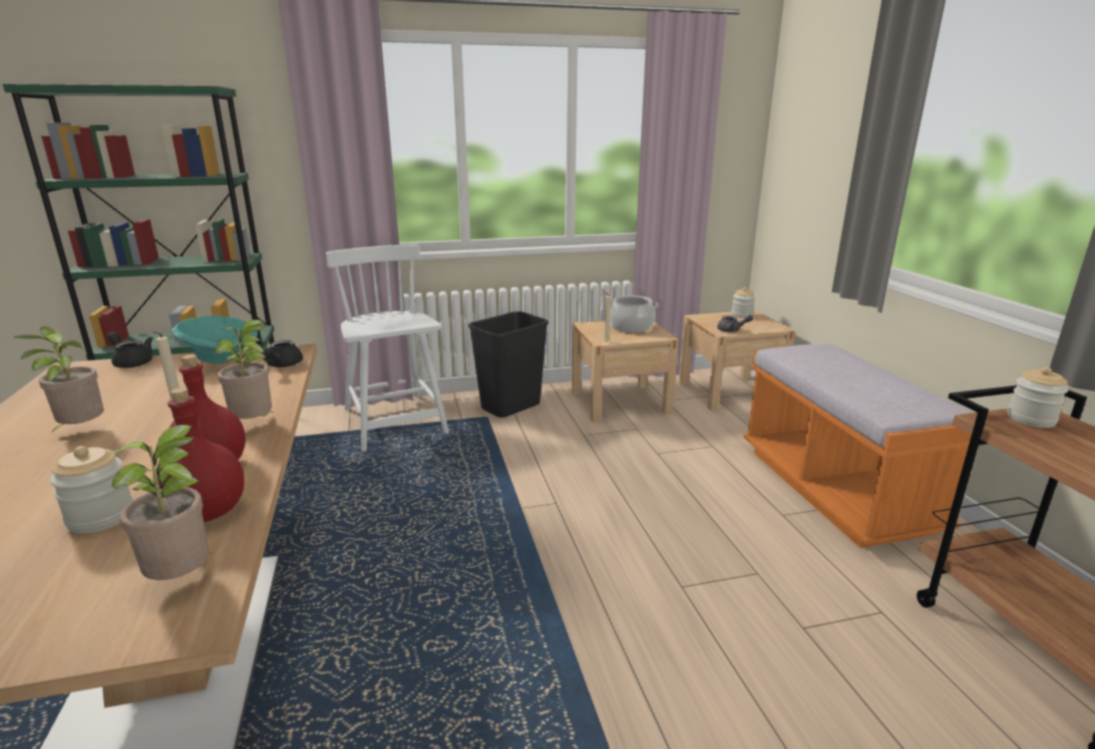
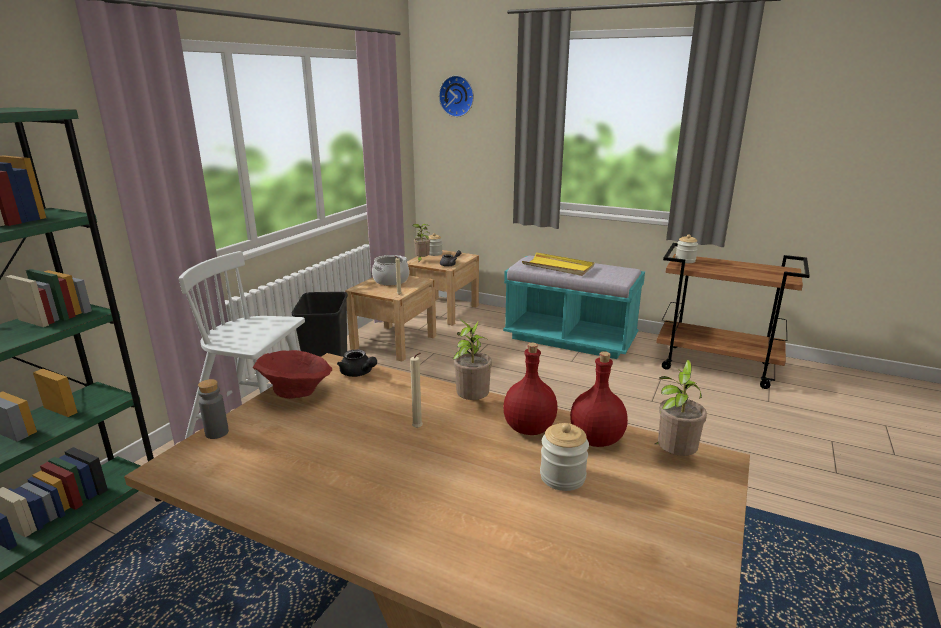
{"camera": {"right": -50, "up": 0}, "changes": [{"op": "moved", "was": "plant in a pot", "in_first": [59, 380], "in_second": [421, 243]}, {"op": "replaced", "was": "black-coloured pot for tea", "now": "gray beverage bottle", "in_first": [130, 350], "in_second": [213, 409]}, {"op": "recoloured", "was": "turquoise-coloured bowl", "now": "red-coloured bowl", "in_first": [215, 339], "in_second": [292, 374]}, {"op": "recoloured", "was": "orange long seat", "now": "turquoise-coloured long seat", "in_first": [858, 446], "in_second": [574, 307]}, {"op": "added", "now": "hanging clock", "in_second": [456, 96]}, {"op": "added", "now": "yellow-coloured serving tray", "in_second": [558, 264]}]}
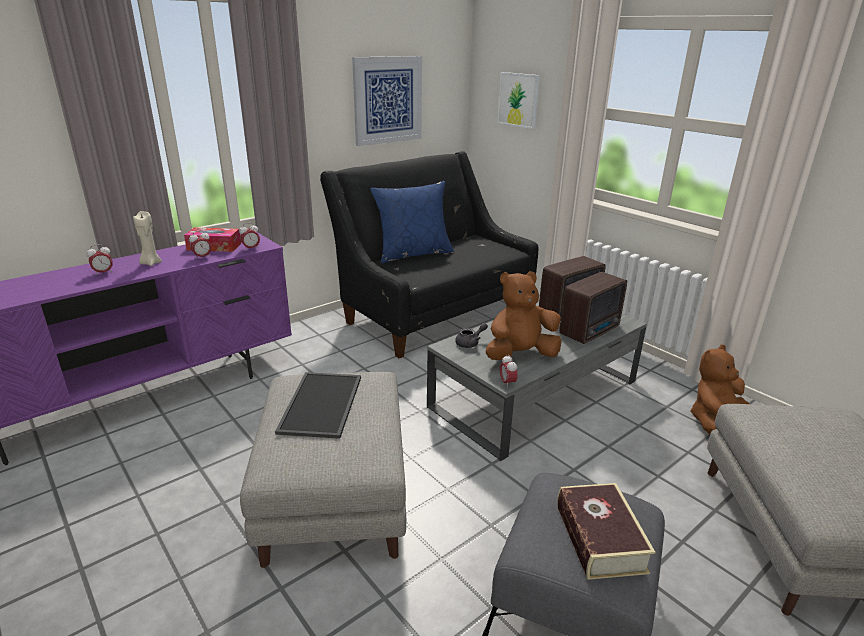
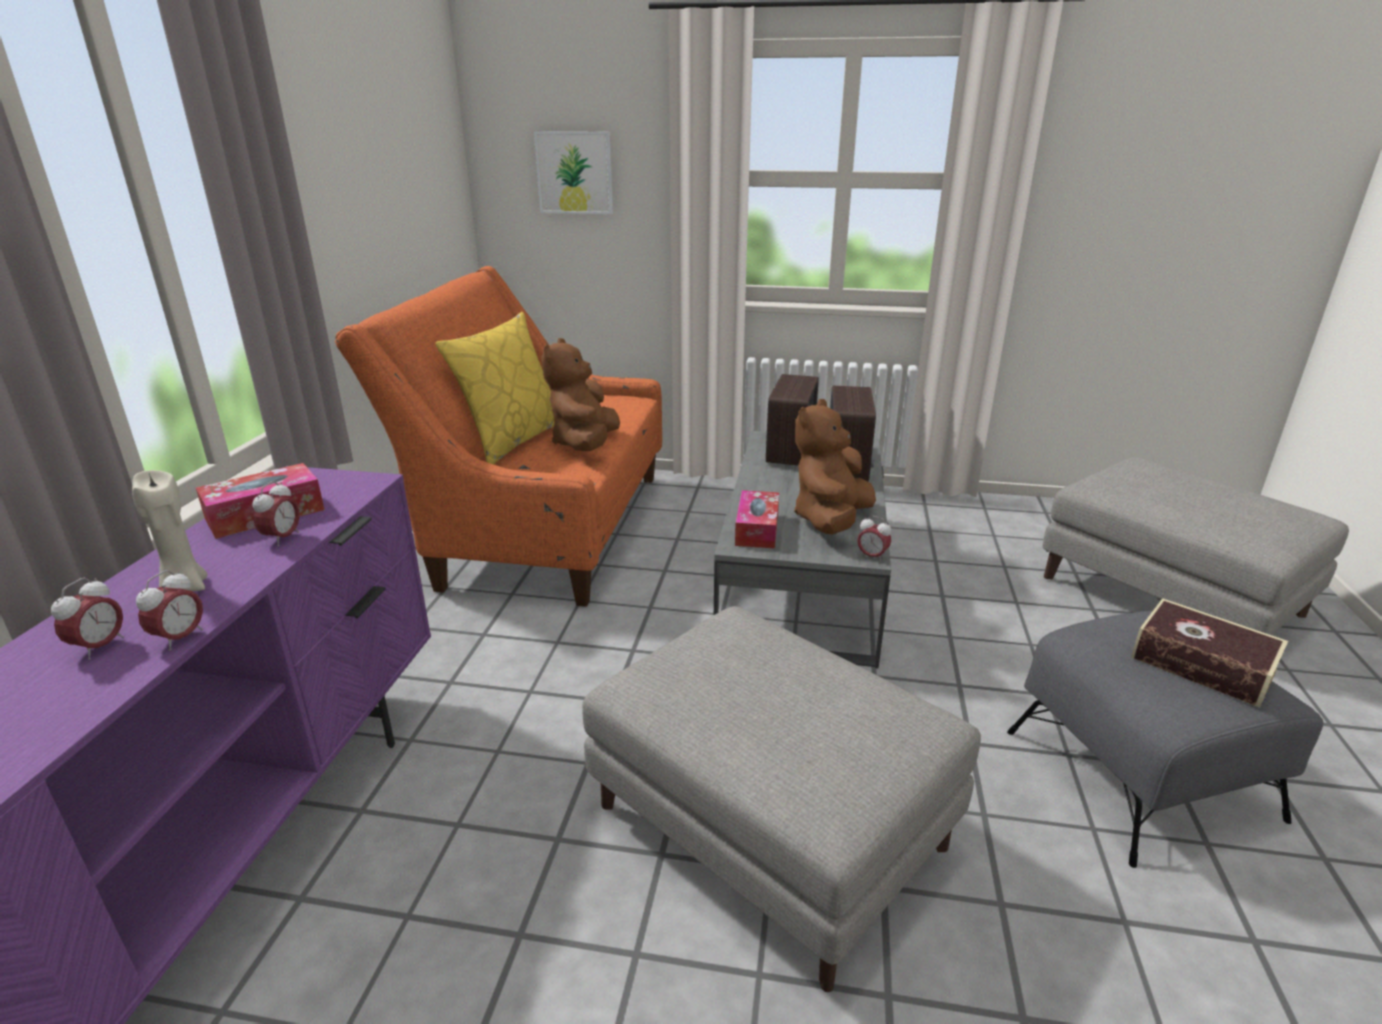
{"camera": {"right": -40, "up": 0}, "changes": [{"op": "moved", "was": "table clock", "in_first": [249, 237], "in_second": [169, 610]}, {"op": "removed", "was": "serving tray", "in_first": [318, 405]}, {"op": "recoloured", "was": "black-coloured couch", "now": "orange couch", "in_first": [429, 254], "in_second": [498, 436]}, {"op": "removed", "was": "wall picture", "in_first": [387, 101]}, {"op": "recoloured", "was": "blue-coloured throw pillow", "now": "yellow-coloured throw pillow", "in_first": [412, 222], "in_second": [495, 388]}, {"op": "replaced", "was": "gray pot for tea", "now": "tissue holder", "in_first": [471, 335], "in_second": [757, 519]}, {"op": "moved", "was": "brownish plush toy", "in_first": [720, 389], "in_second": [580, 394]}]}
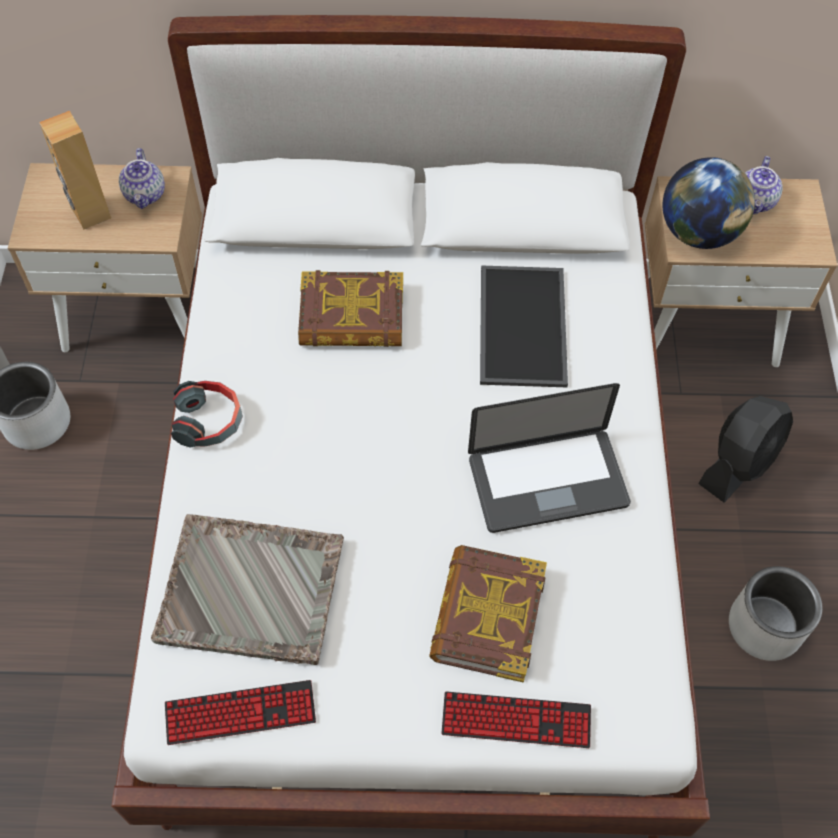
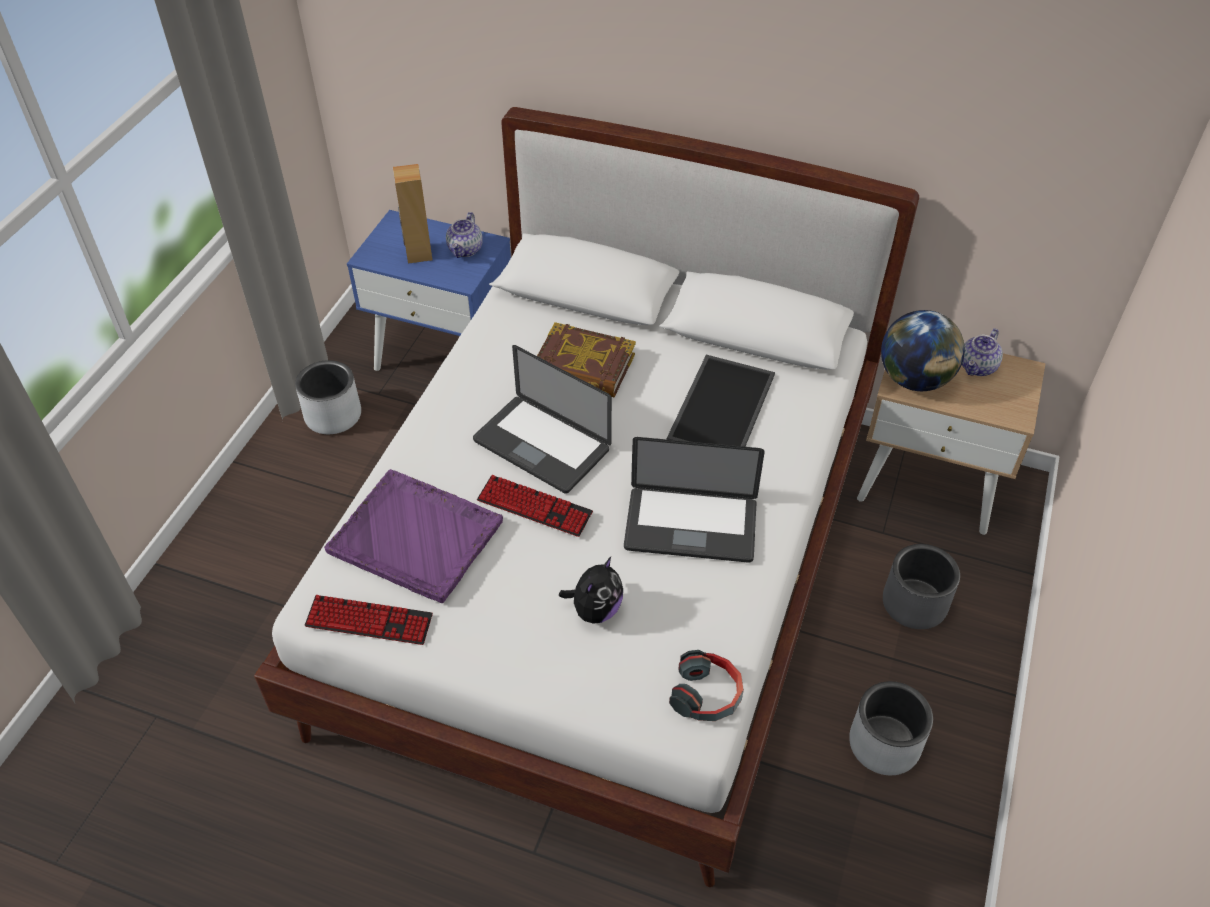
{"camera": {"right": 20, "up": -10}, "changes": [{"op": "recoloured", "was": "beige bedside table", "now": "blue-coloured bedside table", "in_first": [105, 257], "in_second": [429, 290]}, {"op": "recoloured", "was": "gray serving tray", "now": "purple serving tray", "in_first": [247, 589], "in_second": [413, 536]}, {"op": "moved", "was": "pair of headphones", "in_first": [207, 414], "in_second": [706, 685]}, {"op": "replaced", "was": "bound book", "now": "plush toy", "in_first": [488, 614], "in_second": [591, 590]}, {"op": "moved", "was": "computer keyboard", "in_first": [516, 719], "in_second": [535, 506]}, {"op": "replaced", "was": "black-coloured fan", "now": "gray plant pot", "in_first": [745, 449], "in_second": [921, 586]}, {"op": "added", "now": "notebook computer", "in_second": [542, 419]}]}
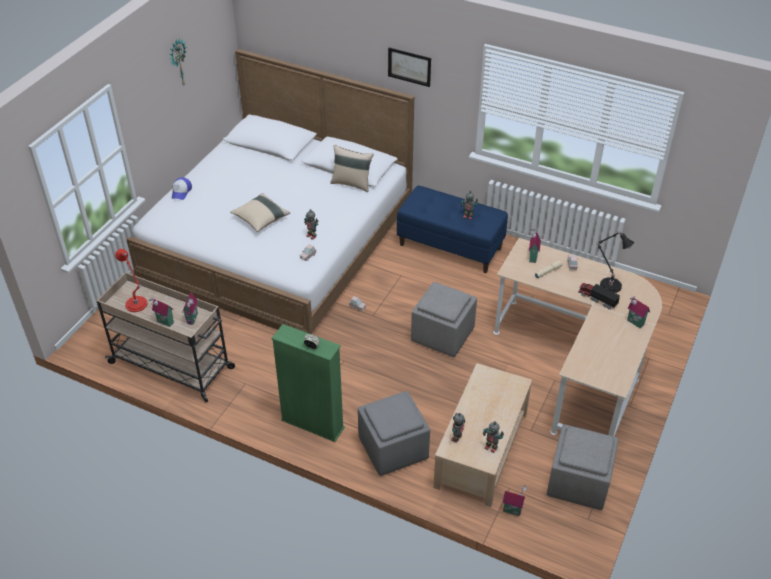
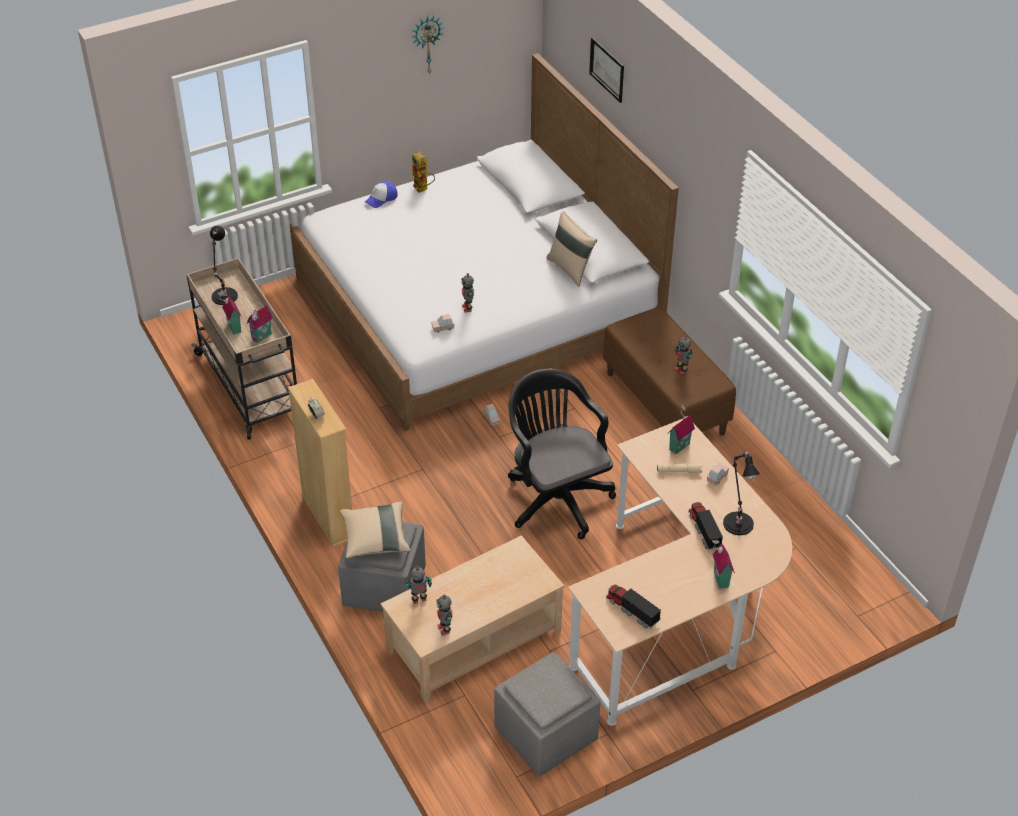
{"camera": {"right": 35, "up": 0}, "changes": [{"op": "recoloured", "was": "red-coloured table lamp", "now": "black-coloured table lamp", "in_first": [131, 280], "in_second": [224, 265]}, {"op": "moved", "was": "beige throw pillow", "in_first": [260, 212], "in_second": [375, 530]}, {"op": "recoloured", "was": "greenish bookcase", "now": "beige bookcase", "in_first": [308, 383], "in_second": [320, 463]}, {"op": "moved", "was": "wall picture", "in_first": [409, 67], "in_second": [606, 70]}, {"op": "recoloured", "was": "blue-coloured long seat", "now": "brownish long seat", "in_first": [452, 229], "in_second": [669, 371]}, {"op": "replaced", "was": "gray ottoman", "now": "black-coloured office chair", "in_first": [444, 319], "in_second": [562, 454]}, {"op": "removed", "was": "miniature house", "in_first": [515, 500]}, {"op": "added", "now": "model robot", "in_second": [423, 172]}, {"op": "added", "now": "toy truck", "in_second": [633, 606]}]}
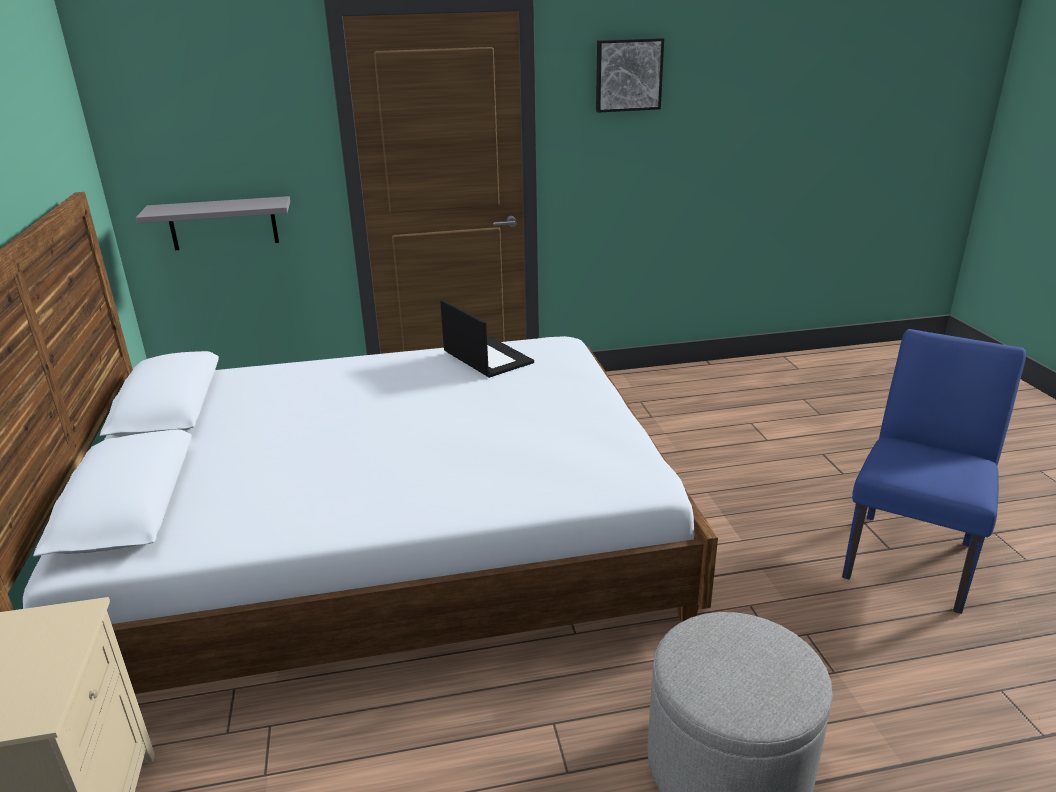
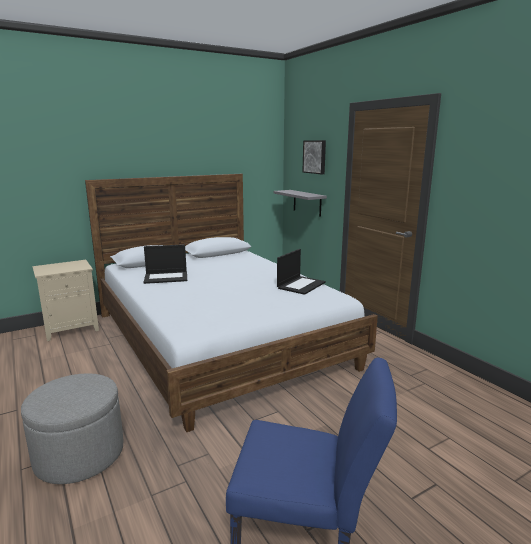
{"camera": {"right": 70, "up": -10}, "changes": [{"op": "moved", "was": "wall picture", "in_first": [630, 75], "in_second": [314, 157]}, {"op": "added", "now": "notebook computer", "in_second": [165, 264]}]}
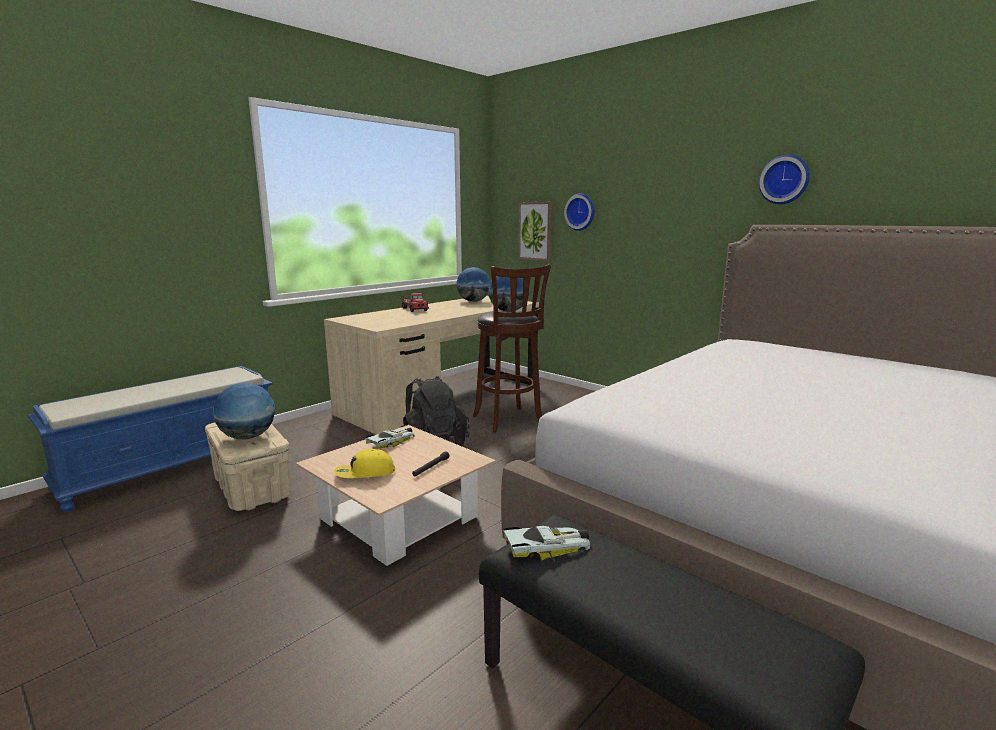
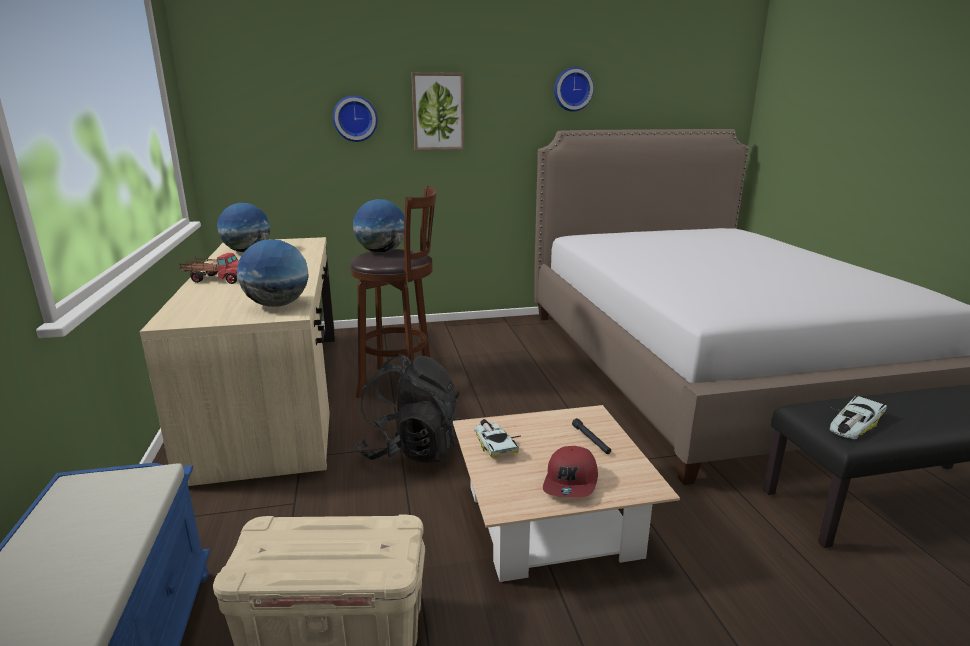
{"camera": {"right": -55, "up": 5}, "changes": [{"op": "moved", "was": "globe", "in_first": [244, 411], "in_second": [273, 273]}, {"op": "recoloured", "was": "yellow-coloured peaked cap", "now": "red-coloured peaked cap", "in_first": [364, 463], "in_second": [570, 472]}, {"op": "turned", "was": "miniature car", "in_first": [546, 544], "in_second": [857, 417], "clockwise": -150}, {"op": "moved", "was": "wall picture", "in_first": [535, 231], "in_second": [437, 111]}]}
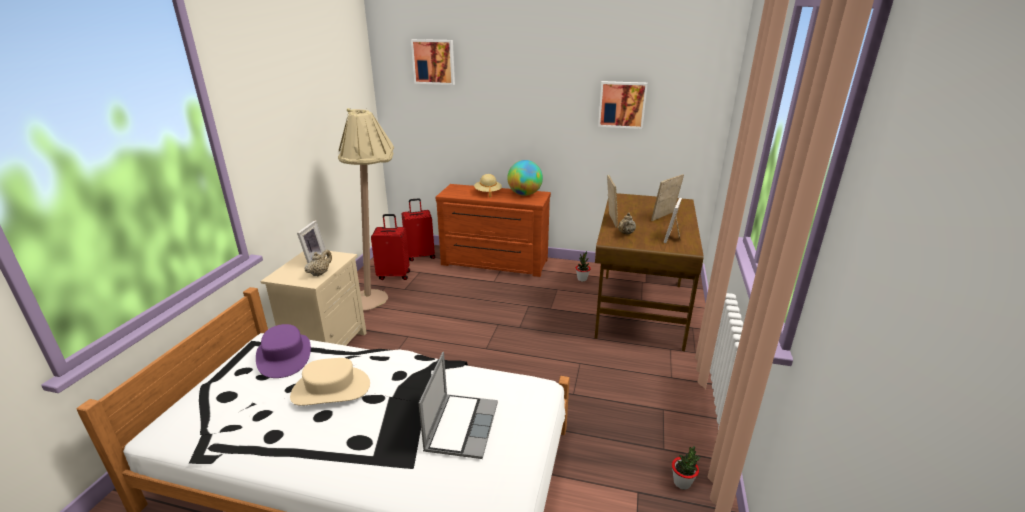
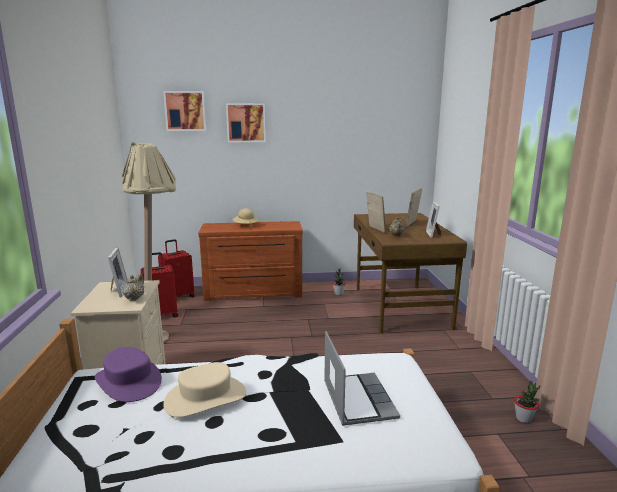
{"camera": {"right": -20, "up": -10}, "changes": [{"op": "removed", "was": "globe", "in_first": [525, 178]}, {"op": "moved", "was": "wall picture", "in_first": [623, 105], "in_second": [246, 122]}]}
